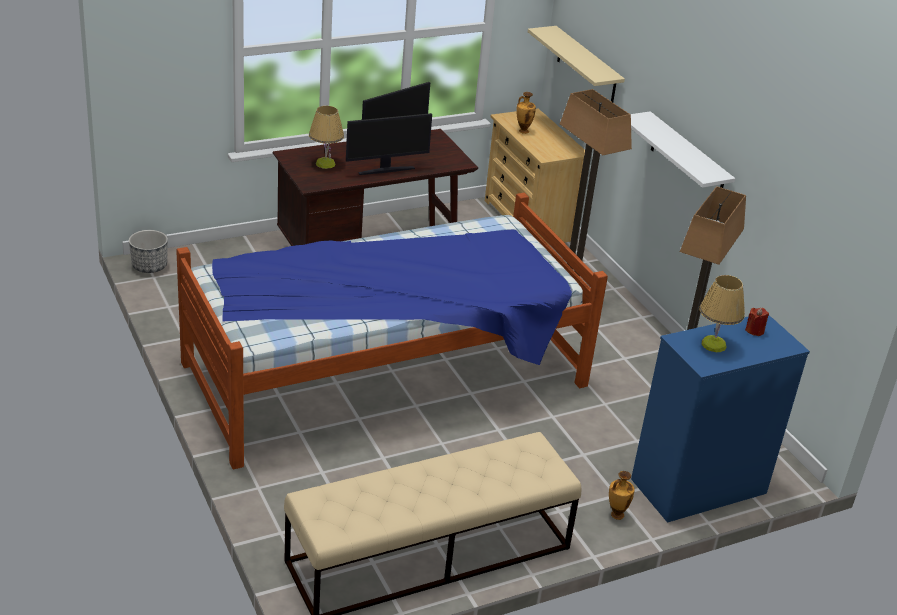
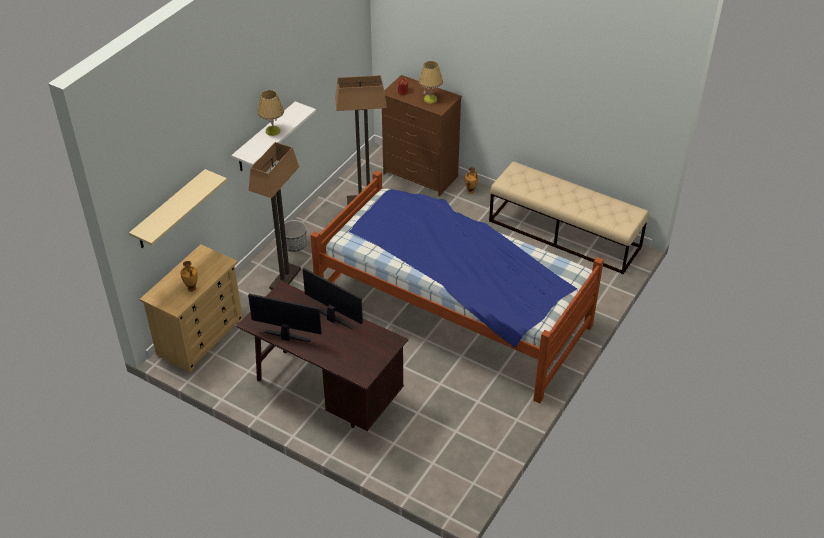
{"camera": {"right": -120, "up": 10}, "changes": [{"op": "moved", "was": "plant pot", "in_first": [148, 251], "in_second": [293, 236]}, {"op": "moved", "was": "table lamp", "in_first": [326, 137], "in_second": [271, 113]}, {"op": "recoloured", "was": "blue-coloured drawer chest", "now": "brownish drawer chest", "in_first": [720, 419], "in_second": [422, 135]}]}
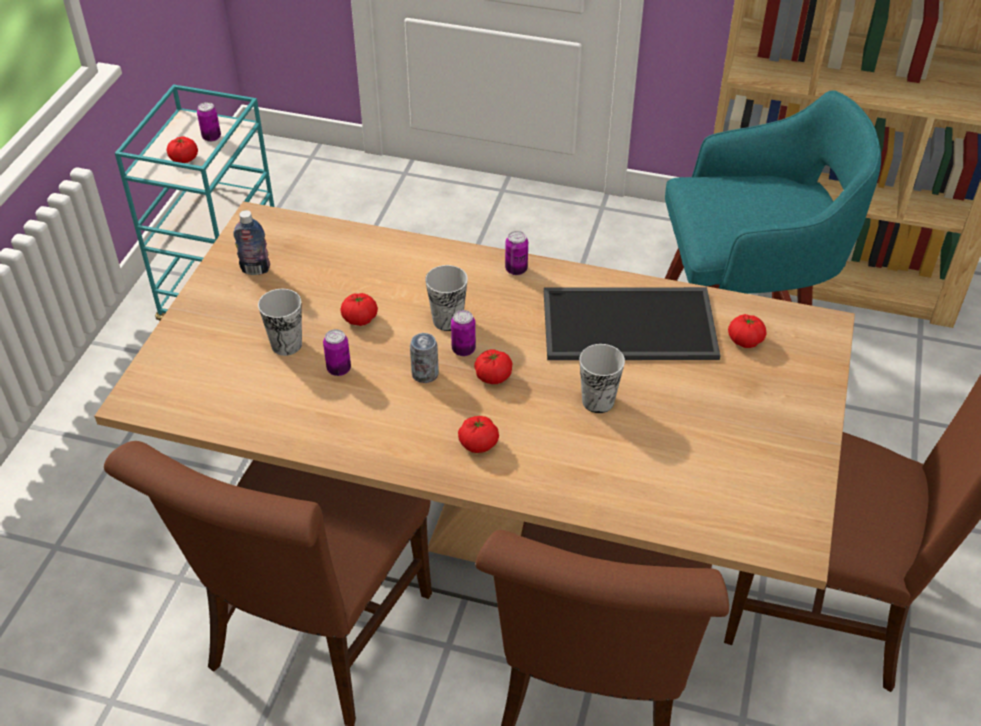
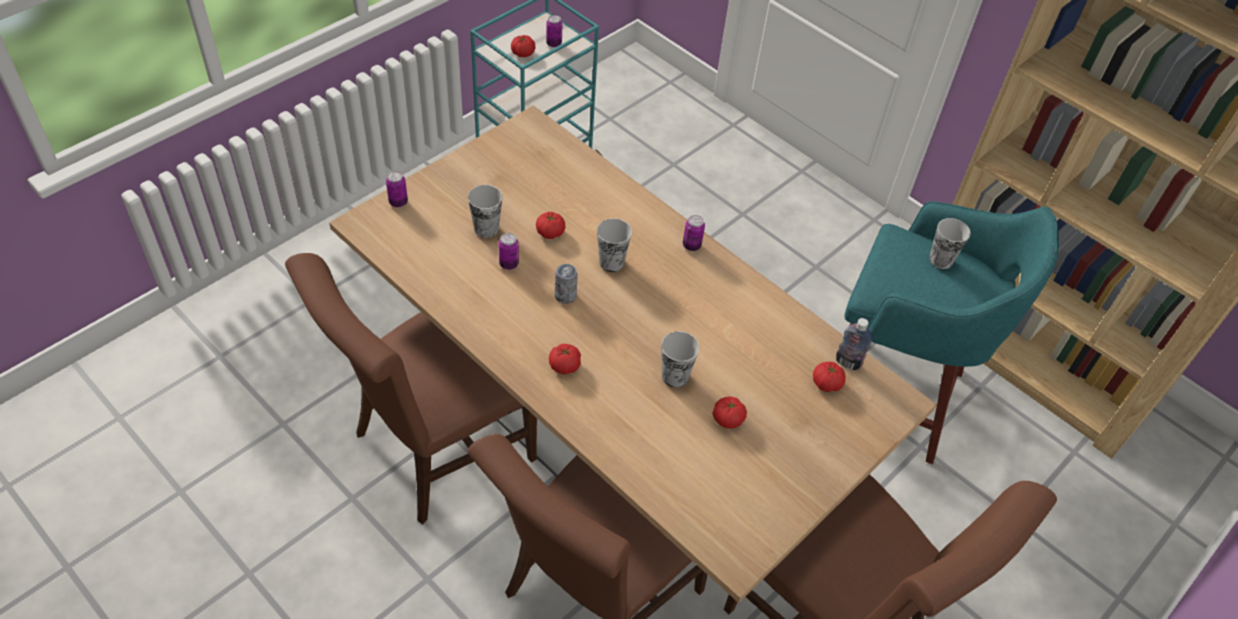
{"camera": {"right": 25, "up": 5}, "changes": [{"op": "moved", "was": "beverage bottle", "in_first": [251, 242], "in_second": [854, 344]}, {"op": "moved", "was": "can", "in_first": [463, 333], "in_second": [397, 189]}, {"op": "moved", "was": "fresh tomato", "in_first": [493, 367], "in_second": [729, 412]}, {"op": "removed", "was": "serving tray", "in_first": [632, 323]}, {"op": "added", "now": "small cup", "in_second": [950, 243]}]}
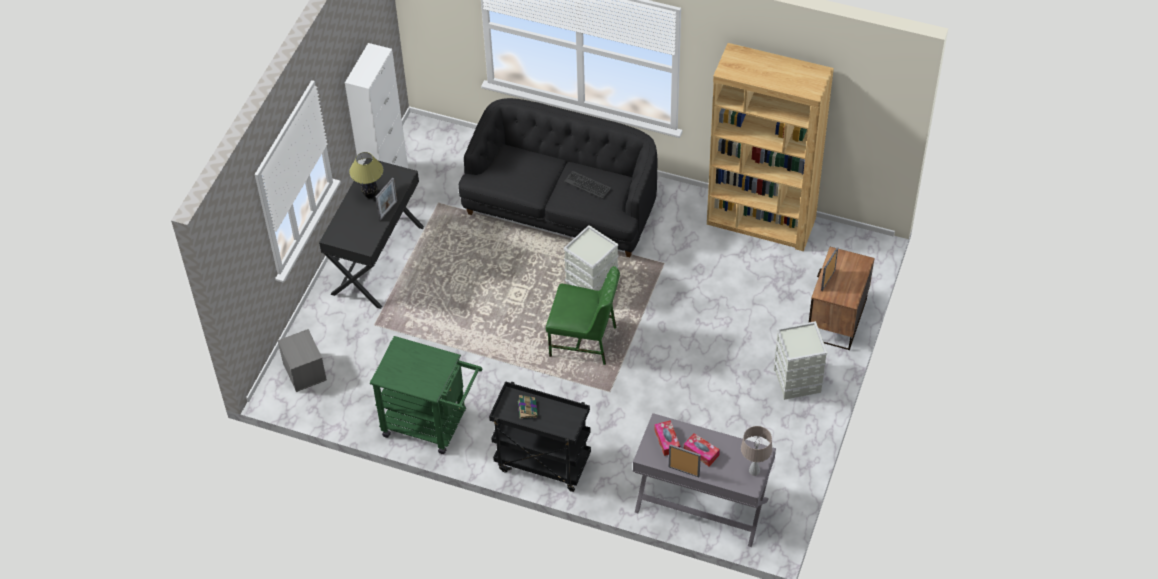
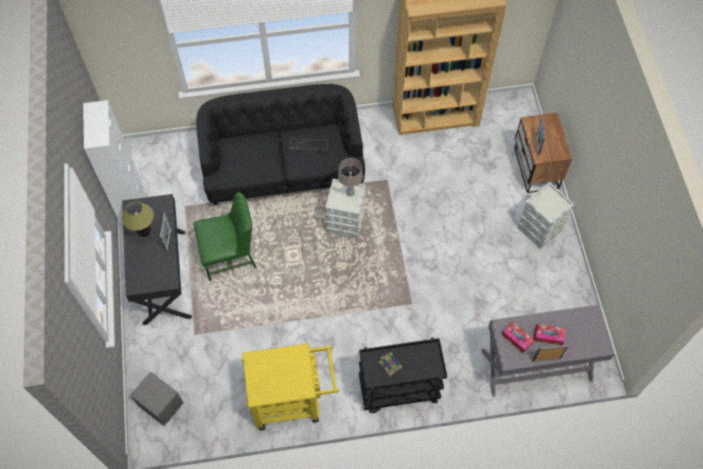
{"camera": {"right": -30, "up": 10}, "changes": [{"op": "recoloured", "was": "greenish trolley", "now": "yellow-coloured trolley", "in_first": [426, 395], "in_second": [290, 387]}, {"op": "moved", "was": "greenish chair", "in_first": [583, 315], "in_second": [225, 236]}, {"op": "moved", "was": "beige table lamp", "in_first": [756, 451], "in_second": [350, 177]}]}
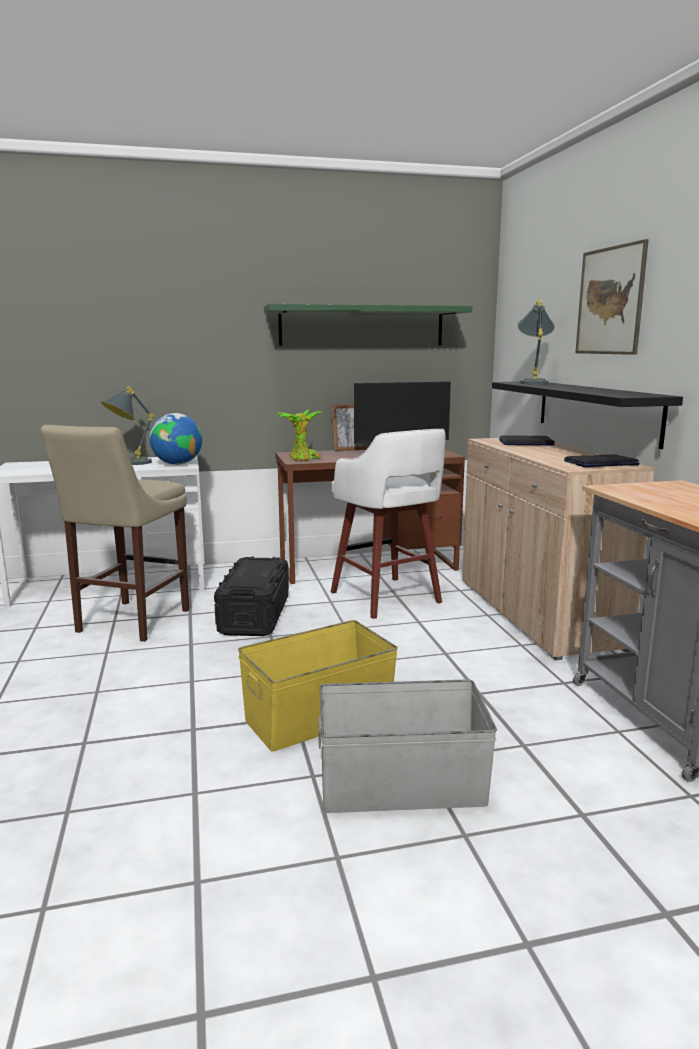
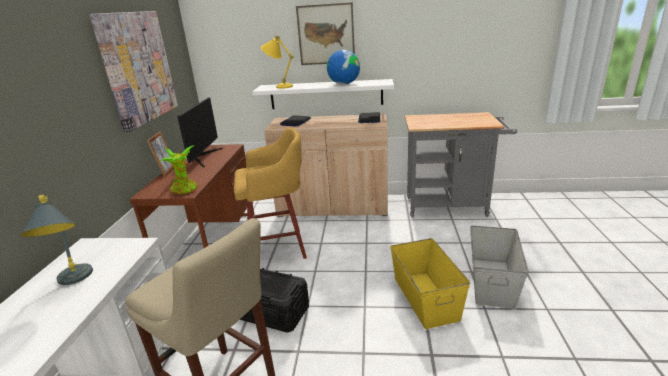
{"camera": {"right": -70, "up": 10}, "changes": [{"op": "moved", "was": "globe", "in_first": [175, 439], "in_second": [343, 67]}, {"op": "replaced", "was": "greenish wall shelf", "now": "wall picture", "in_first": [368, 325], "in_second": [134, 71]}, {"op": "recoloured", "was": "white-coloured stool seat", "now": "yellow-coloured stool seat", "in_first": [388, 524], "in_second": [270, 193]}, {"op": "recoloured", "was": "black-coloured wall shelf", "now": "white-coloured wall shelf", "in_first": [587, 415], "in_second": [323, 94]}, {"op": "recoloured", "was": "gray table lamp", "now": "yellow-coloured table lamp", "in_first": [536, 342], "in_second": [277, 62]}]}
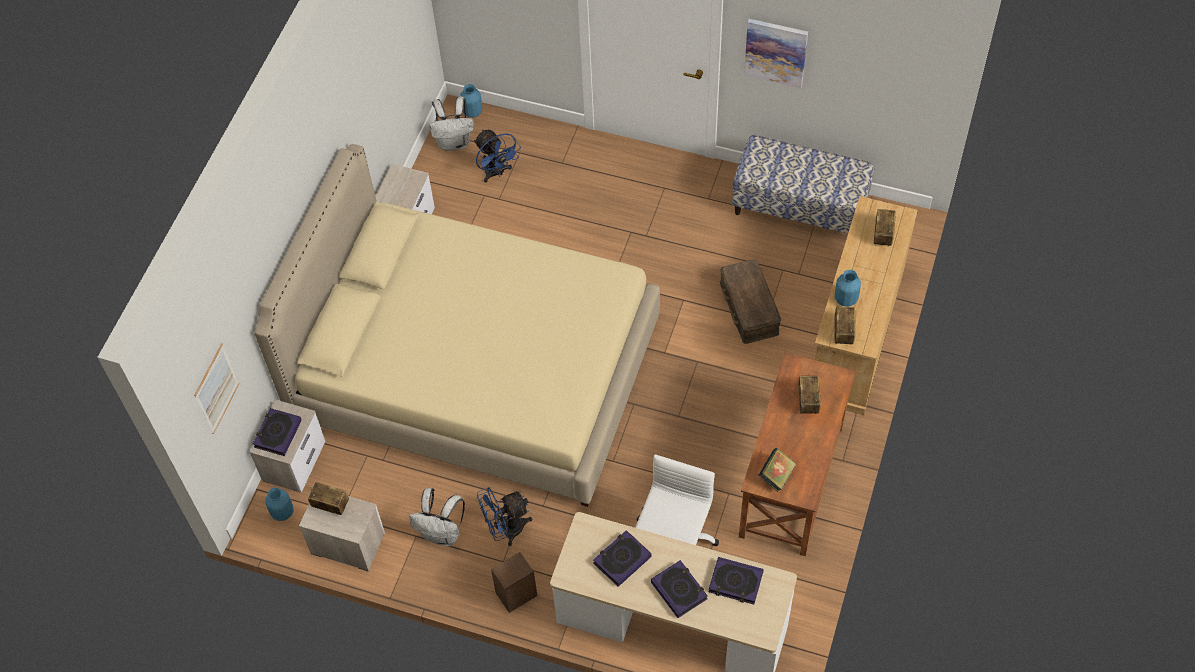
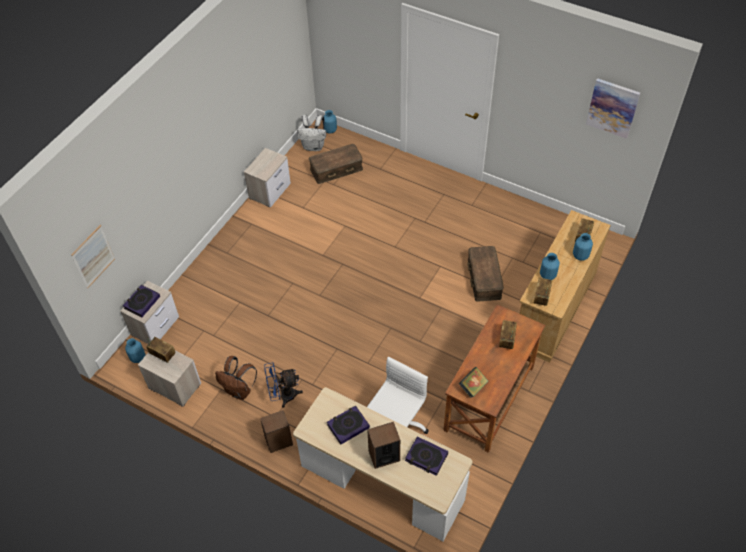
{"camera": {"right": 10, "up": -5}, "changes": [{"op": "removed", "was": "beige bed", "in_first": [457, 325]}, {"op": "recoloured", "was": "white-coloured knapsack", "now": "brownish knapsack", "in_first": [437, 517], "in_second": [236, 378]}, {"op": "replaced", "was": "blue-coloured fan", "now": "brownish storage bin", "in_first": [497, 156], "in_second": [336, 164]}, {"op": "replaced", "was": "bound book", "now": "audio speaker", "in_first": [679, 589], "in_second": [383, 445]}, {"op": "removed", "was": "long seat", "in_first": [803, 184]}, {"op": "moved", "was": "wall picture", "in_first": [776, 54], "in_second": [613, 108]}, {"op": "added", "now": "blue-coloured vase", "in_second": [583, 247]}]}
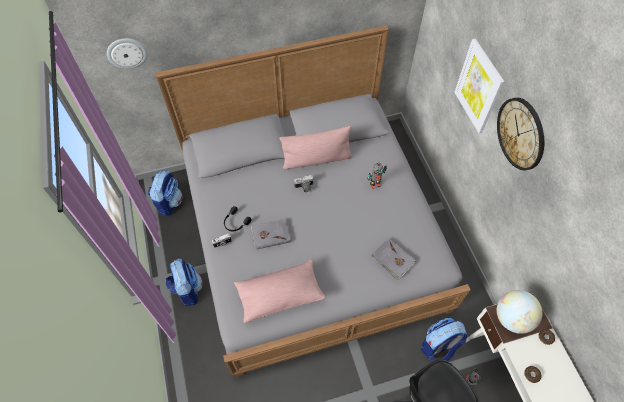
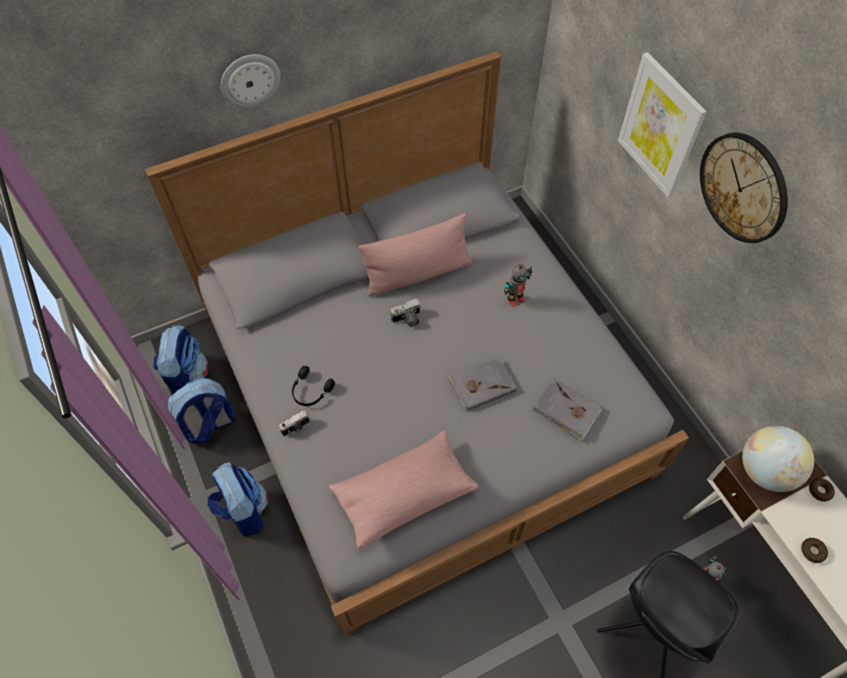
{"camera": {"right": -10, "up": 0}, "changes": [{"op": "moved", "was": "hanging clock", "in_first": [127, 53], "in_second": [250, 80]}, {"op": "moved", "was": "gray bound book", "in_first": [271, 234], "in_second": [483, 384]}, {"op": "moved", "was": "knapsack", "in_first": [444, 339], "in_second": [201, 411]}]}
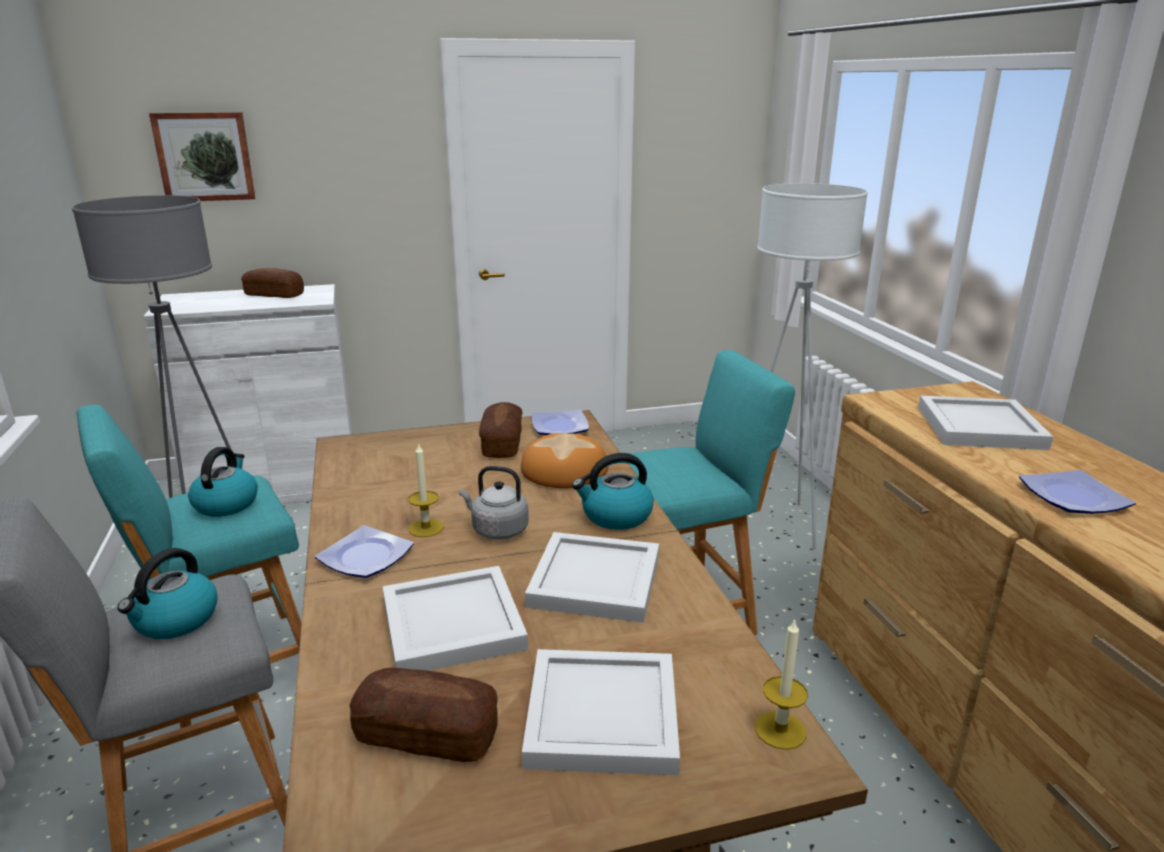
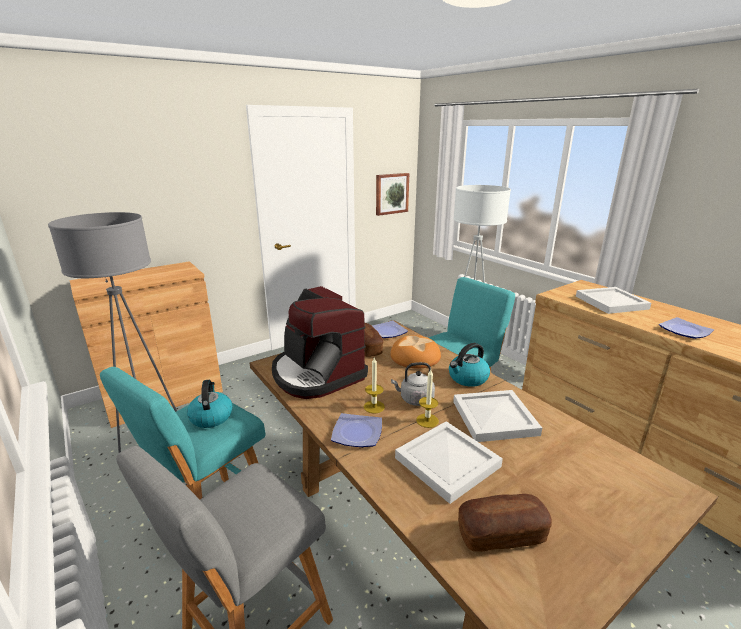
{"camera": {"right": -20, "up": 0}, "changes": [{"op": "removed", "was": "tea kettle", "in_first": [167, 593]}, {"op": "recoloured", "was": "white-coloured cabinet", "now": "brownish cabinet", "in_first": [248, 394], "in_second": [146, 344]}, {"op": "moved", "was": "wall picture", "in_first": [202, 156], "in_second": [392, 194]}, {"op": "removed", "was": "baked bread", "in_first": [272, 283]}, {"op": "removed", "was": "white-coloured serving tray", "in_first": [601, 712]}, {"op": "moved", "was": "candle", "in_first": [781, 684], "in_second": [427, 398]}, {"op": "added", "now": "coffee machine", "in_second": [320, 342]}]}
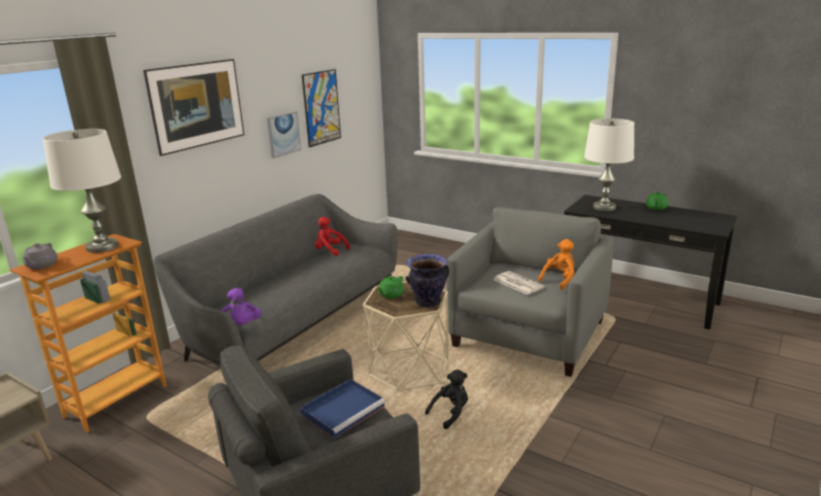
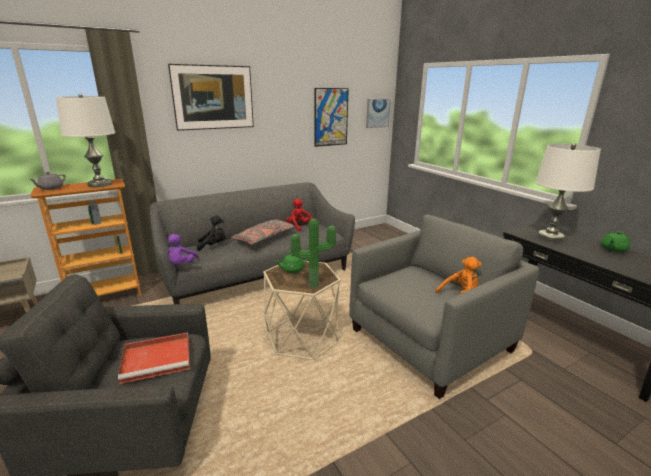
{"camera": {"right": 25, "up": 0}, "changes": [{"op": "moved", "was": "wall picture", "in_first": [284, 134], "in_second": [378, 113]}, {"op": "recoloured", "was": "blue-coloured serving tray", "now": "red-coloured serving tray", "in_first": [343, 409], "in_second": [154, 358]}, {"op": "replaced", "was": "vase", "now": "plant in a pot", "in_first": [427, 281], "in_second": [313, 253]}, {"op": "moved", "was": "black-coloured plush toy", "in_first": [446, 399], "in_second": [211, 233]}, {"op": "removed", "was": "newspaper", "in_first": [518, 283]}, {"op": "added", "now": "gray throw pillow", "in_second": [263, 232]}]}
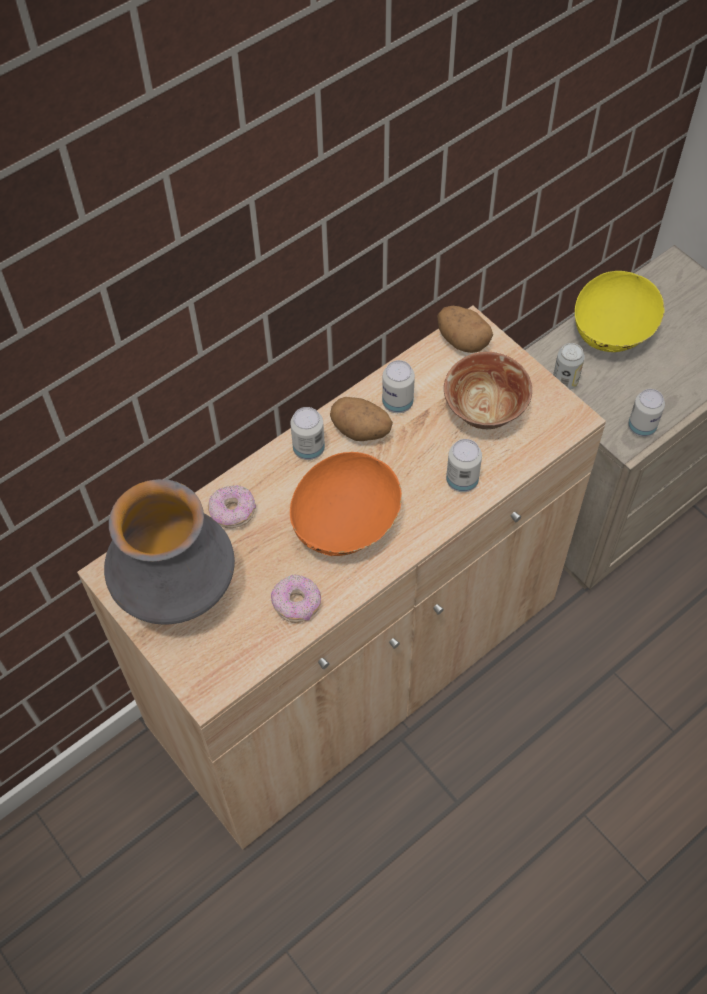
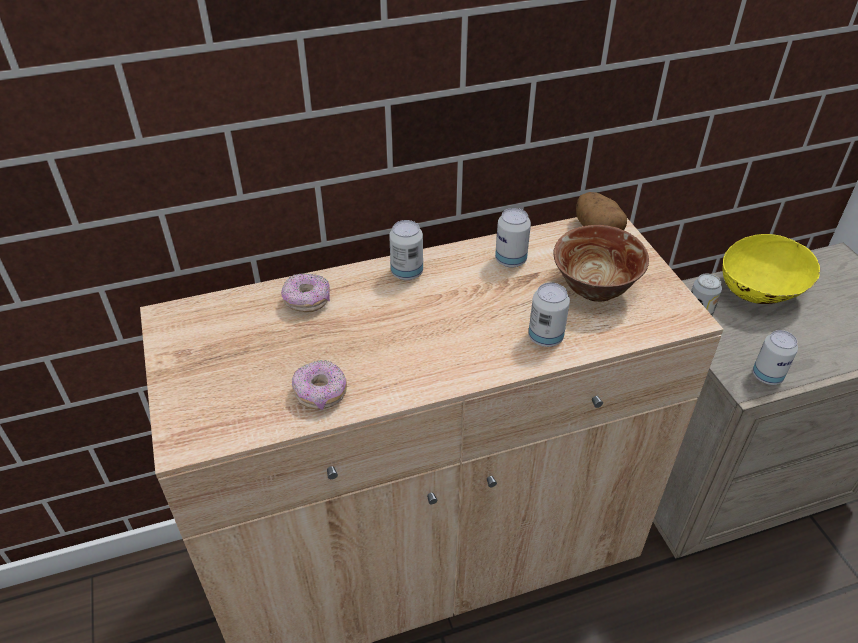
{"camera": {"right": 20, "up": -15}, "changes": [{"op": "removed", "was": "vase", "in_first": [169, 551]}, {"op": "removed", "was": "orange bowl", "in_first": [346, 504]}, {"op": "removed", "was": "spud", "in_first": [361, 419]}]}
